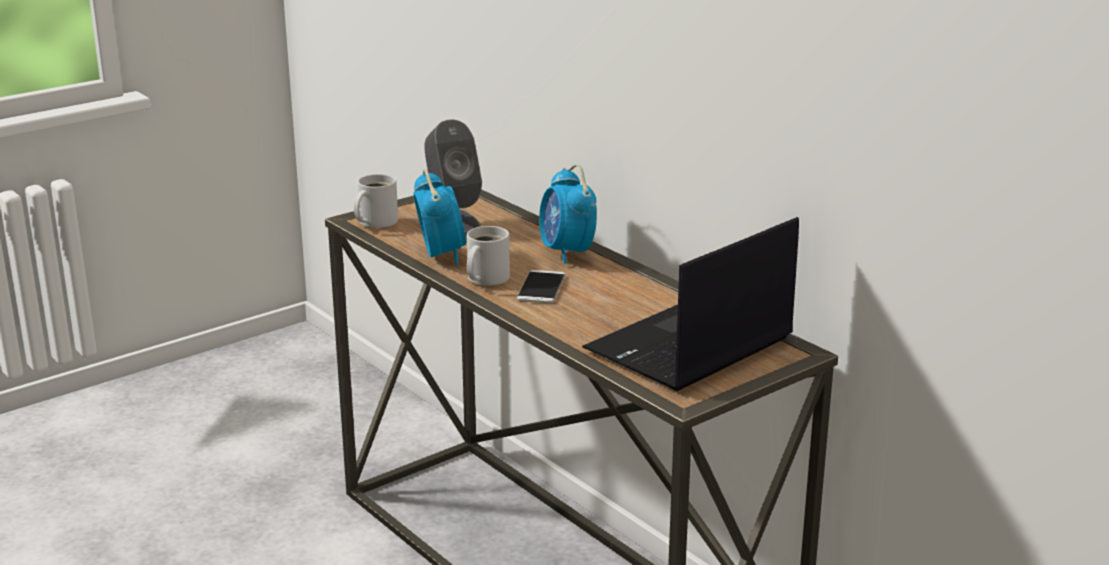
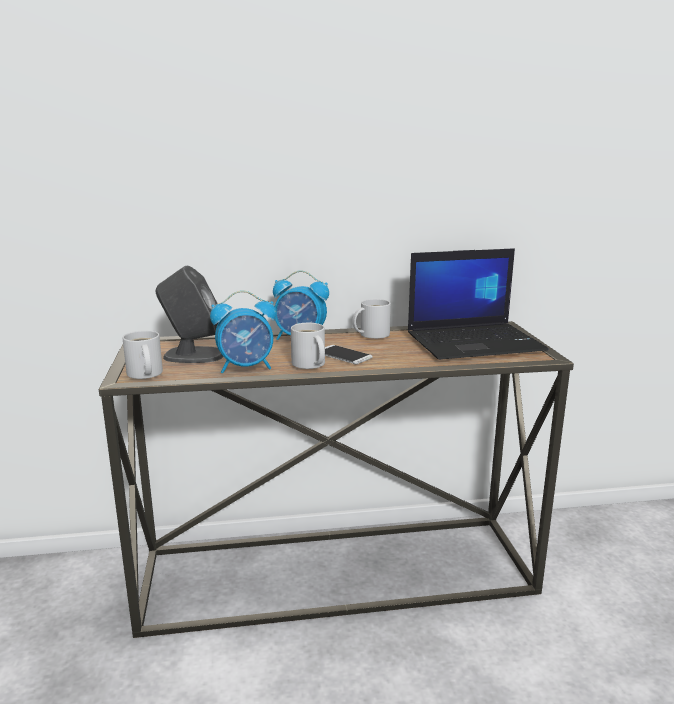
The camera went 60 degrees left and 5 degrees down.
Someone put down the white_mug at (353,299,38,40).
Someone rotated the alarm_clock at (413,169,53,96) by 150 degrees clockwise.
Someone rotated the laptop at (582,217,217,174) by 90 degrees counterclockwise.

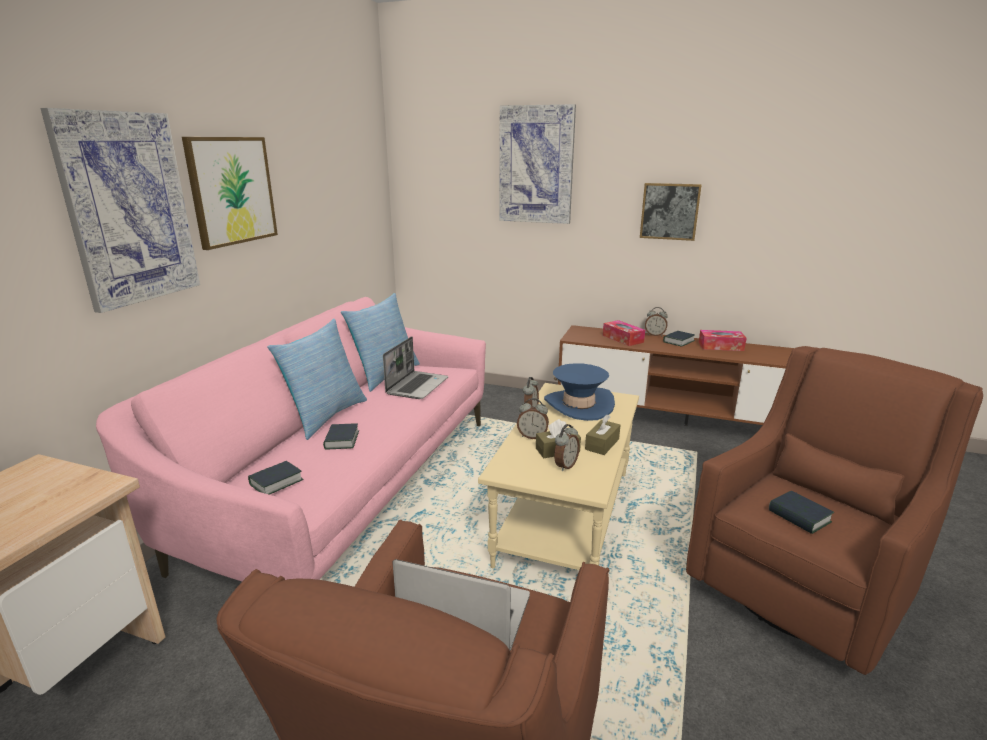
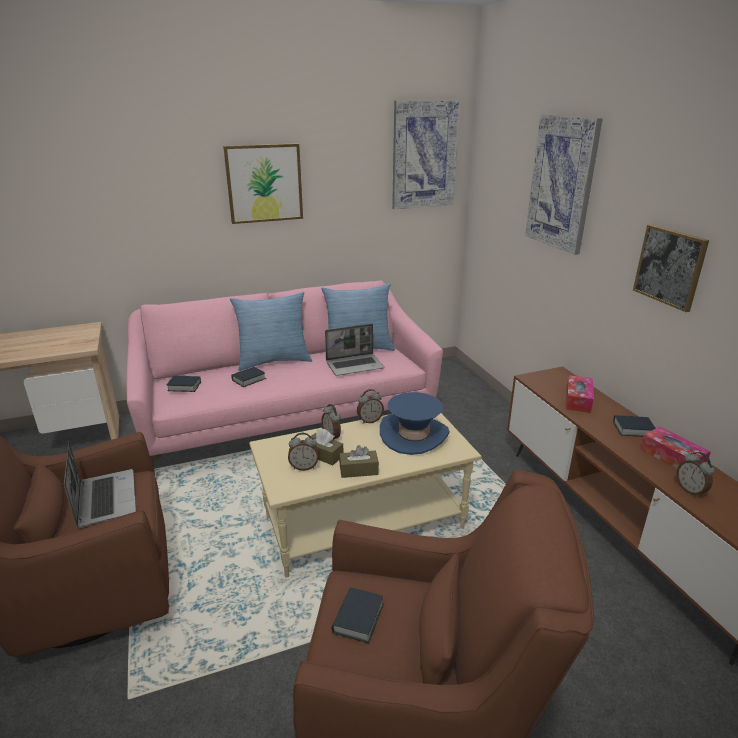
The camera went 50 degrees right and 5 degrees up.
Someone carried the picture from (40,108,160,205) to (392,100,68,109).
Someone carried the alarm_clock from (645,307,23,29) to (676,452,39,46).

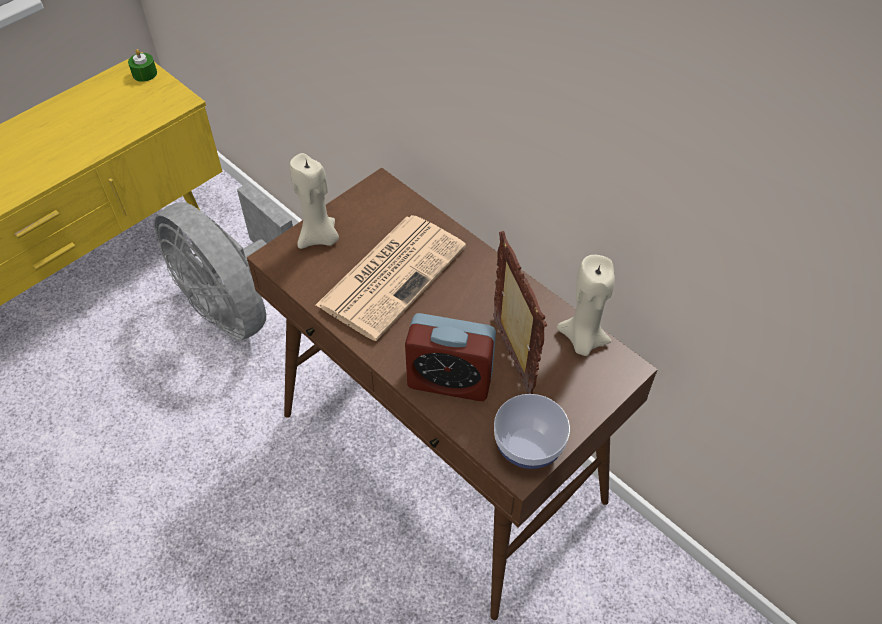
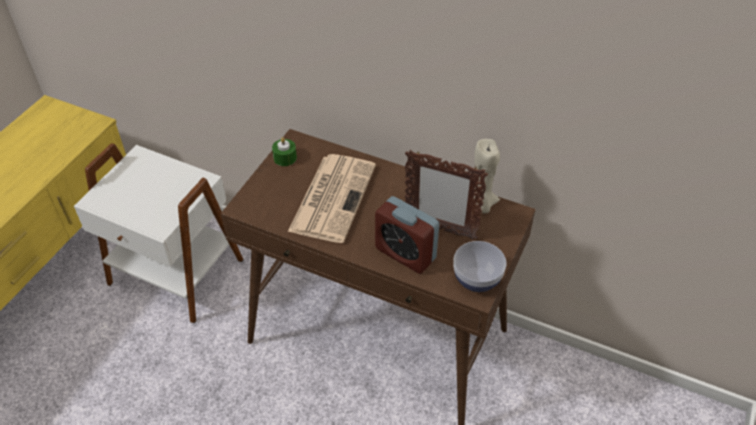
The camera went 20 degrees left and 5 degrees down.
Someone took away the beige_candle at (290,153,49,96).
Someone carried the green_candle from (128,49,29,33) to (272,137,25,29).
Someone swapped the grey_fan at (154,183,139,157) for the white_side_table at (74,143,170,180).
Someone rotated the alarm_clock at (405,313,91,88) by 45 degrees clockwise.
Someone rotated the picture_frame at (493,231,54,163) by 150 degrees clockwise.

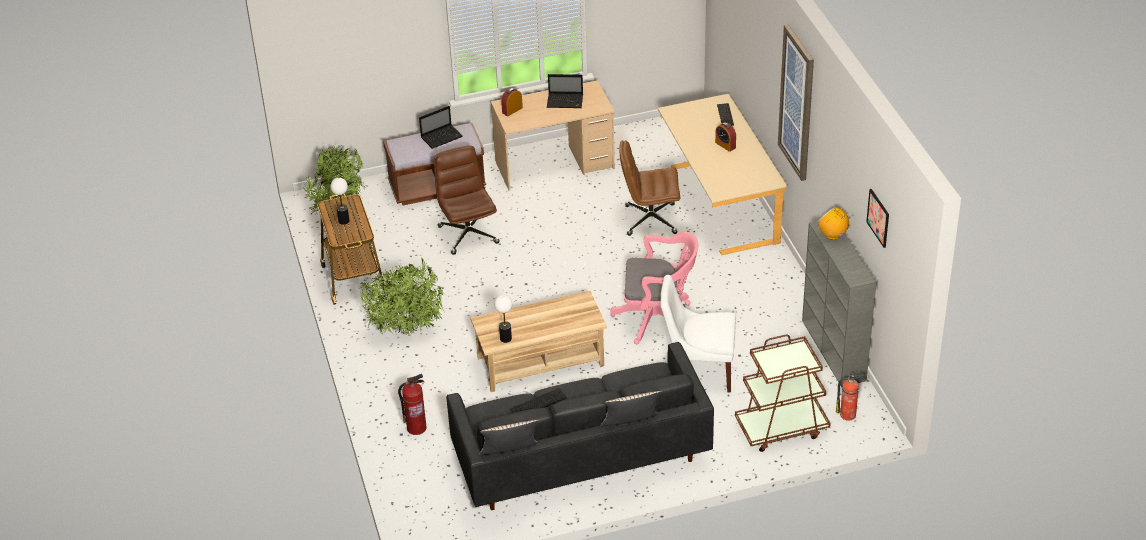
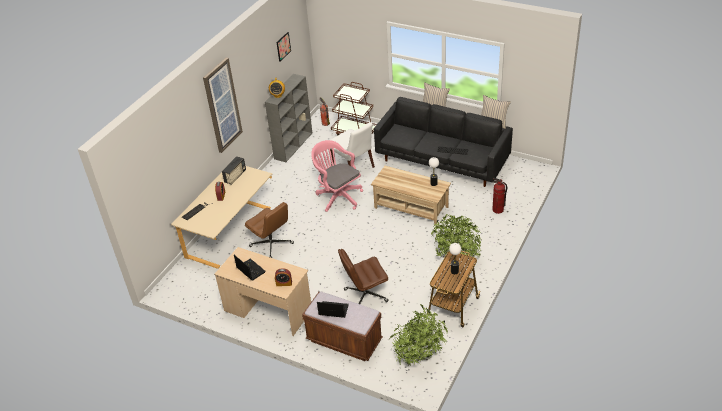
The camera went 135 degrees left and 0 degrees up.
Someone put down the radio at (222,156,24,29).
Someone rotated the brown_office_chair at (434,145,66,110) by 45 degrees clockwise.

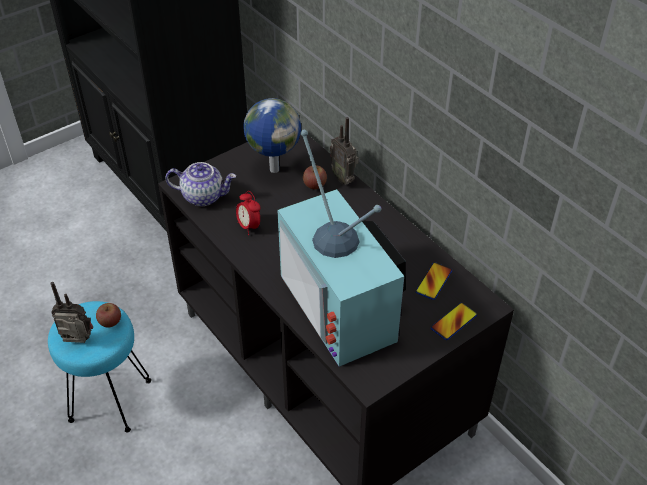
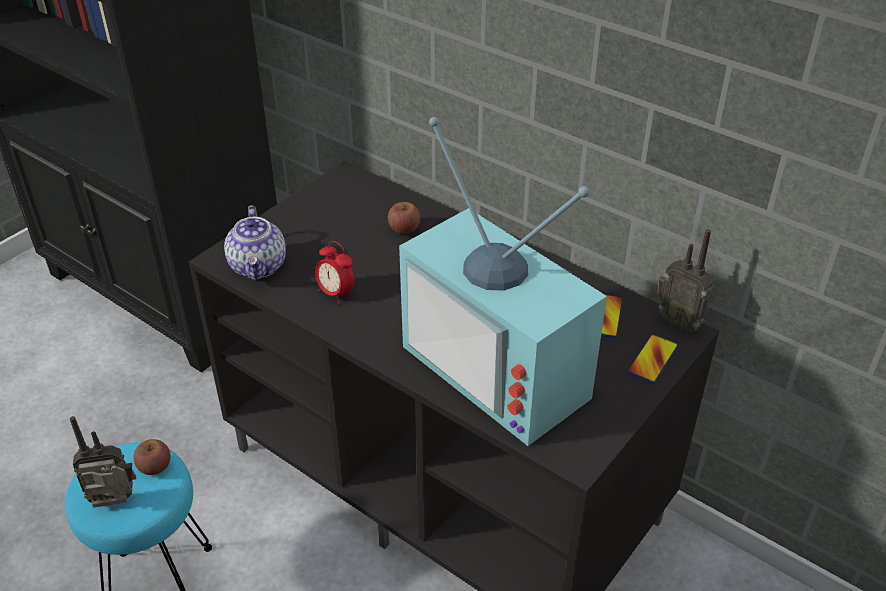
The camera went 15 degrees left and 5 degrees down.
Someone took away the globe at (243,98,58,75).
Someone carried the radio from (330,117,29,68) to (656,229,57,104).
Someone rotated the teapot at (165,162,71,44) by 90 degrees clockwise.

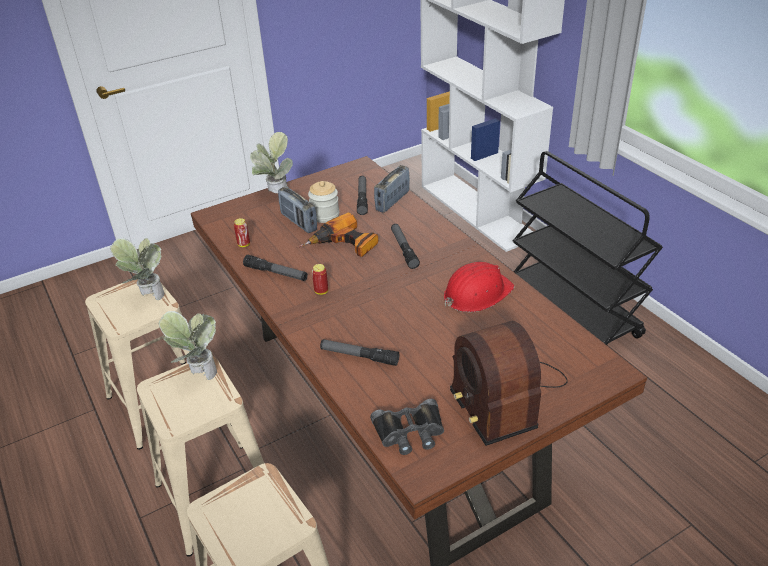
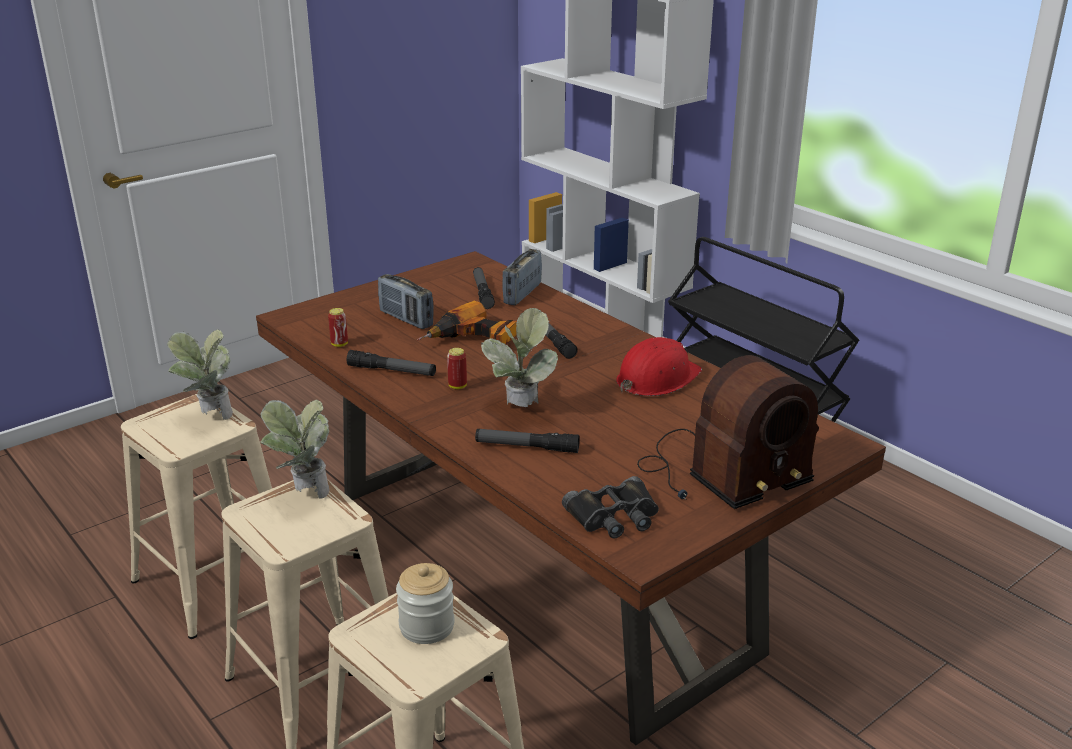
The camera went 10 degrees left and 10 degrees down.
Someone carried the potted_plant from (250,132,43,61) to (481,308,77,99).
Someone carried the jar from (308,181,31,42) to (396,563,59,81).
Someone rotated the radio at (450,321,118,125) by 90 degrees counterclockwise.

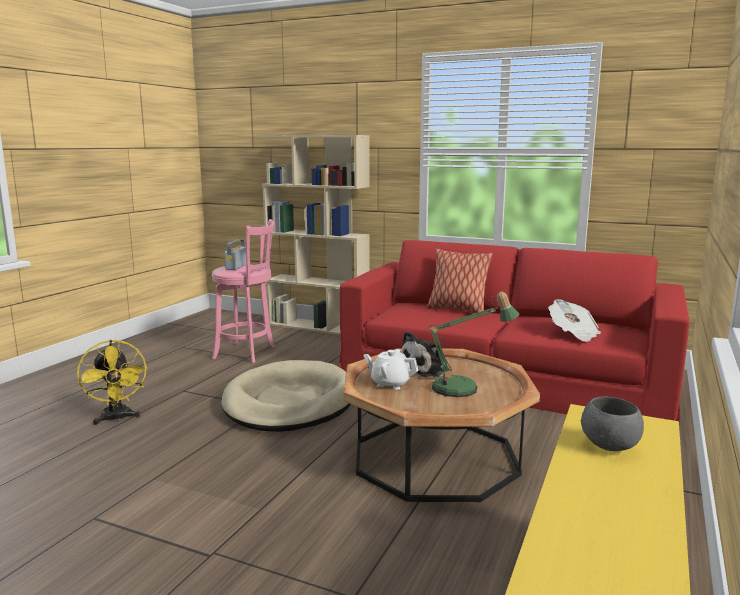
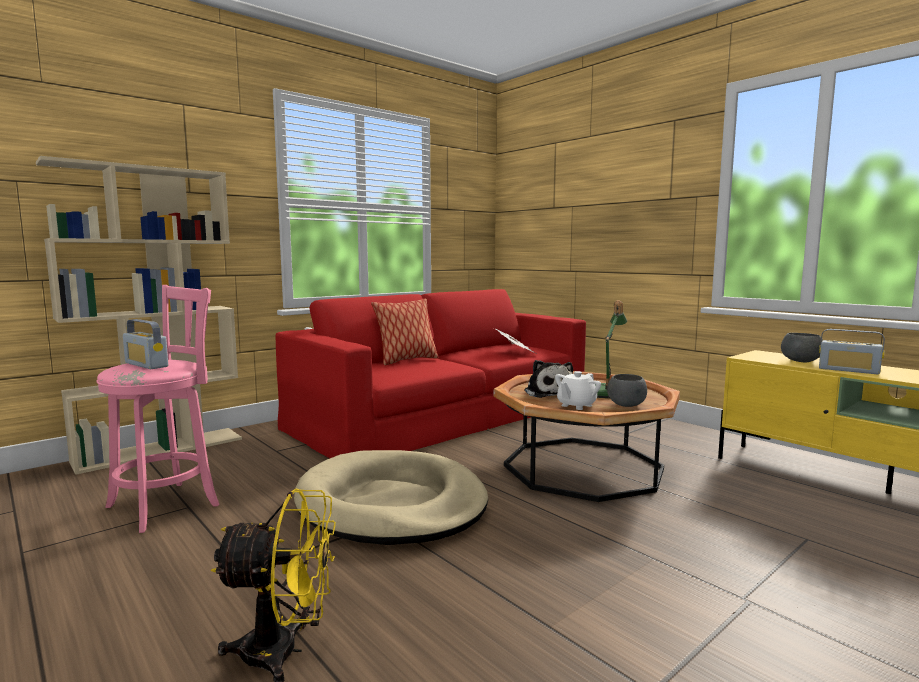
The camera went 65 degrees left and 5 degrees down.
Someone put down the grey_bowl at (607,374,40,33).
Someone put down the radio at (819,329,66,45).

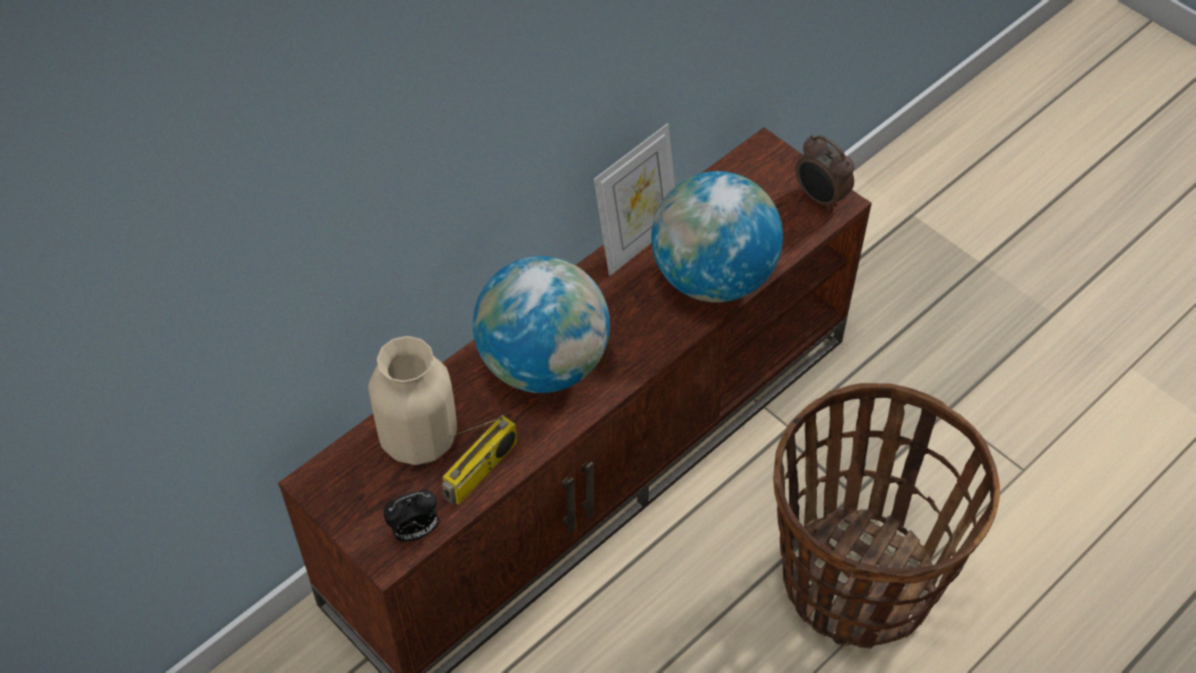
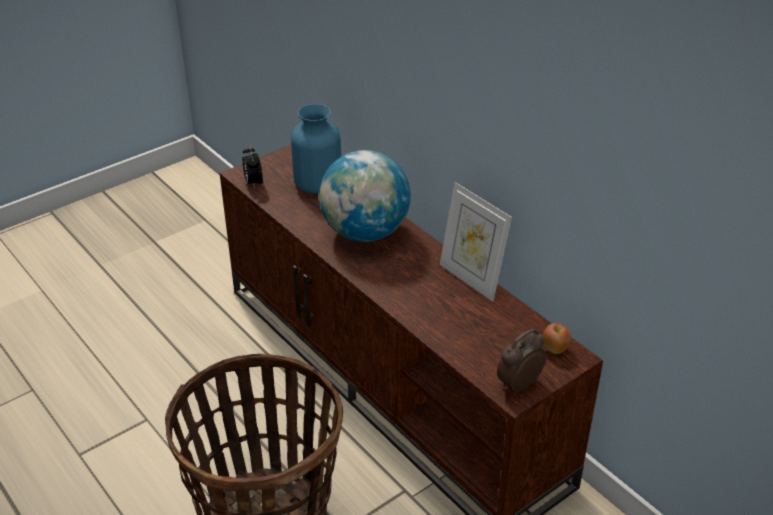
The camera went 95 degrees right and 15 degrees down.
Someone took away the radio at (442,415,75,90).
Someone took away the globe at (651,171,132,132).
Someone put down the apple at (543,323,28,31).
Someone repainted the beige_vase at (368,336,89,129), which became the blue_vase at (291,104,50,90).

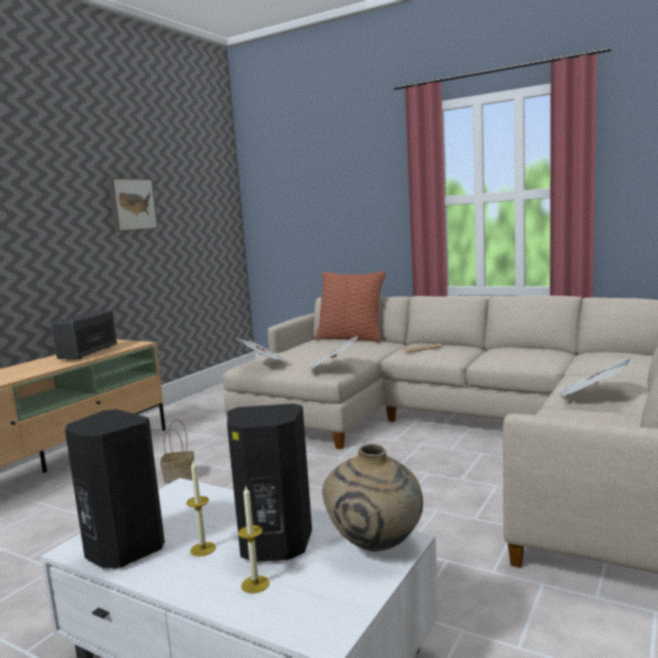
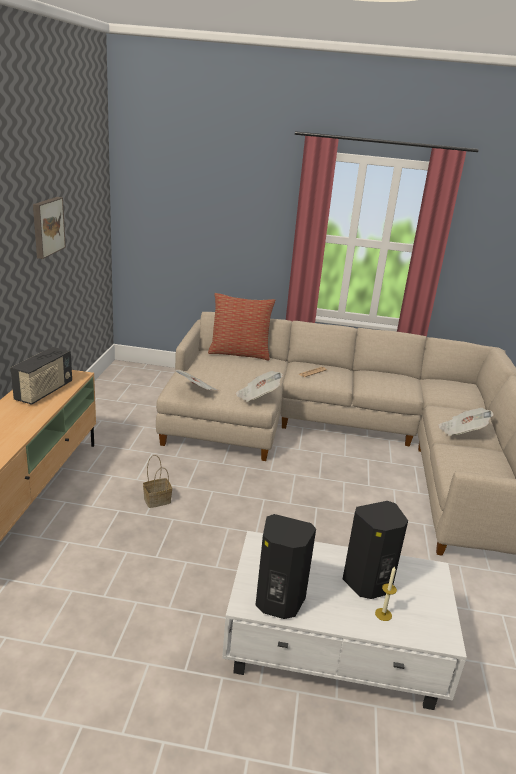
The camera went 25 degrees left and 15 degrees up.
Someone took away the candle at (187,461,29,95).
Someone took away the beige_vase at (323,444,100,108).
Someone rotated the radio at (52,310,65,49) by 150 degrees counterclockwise.

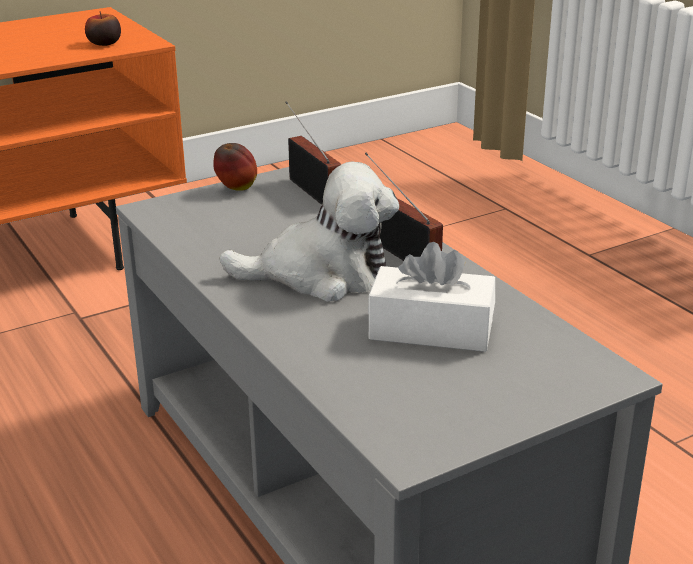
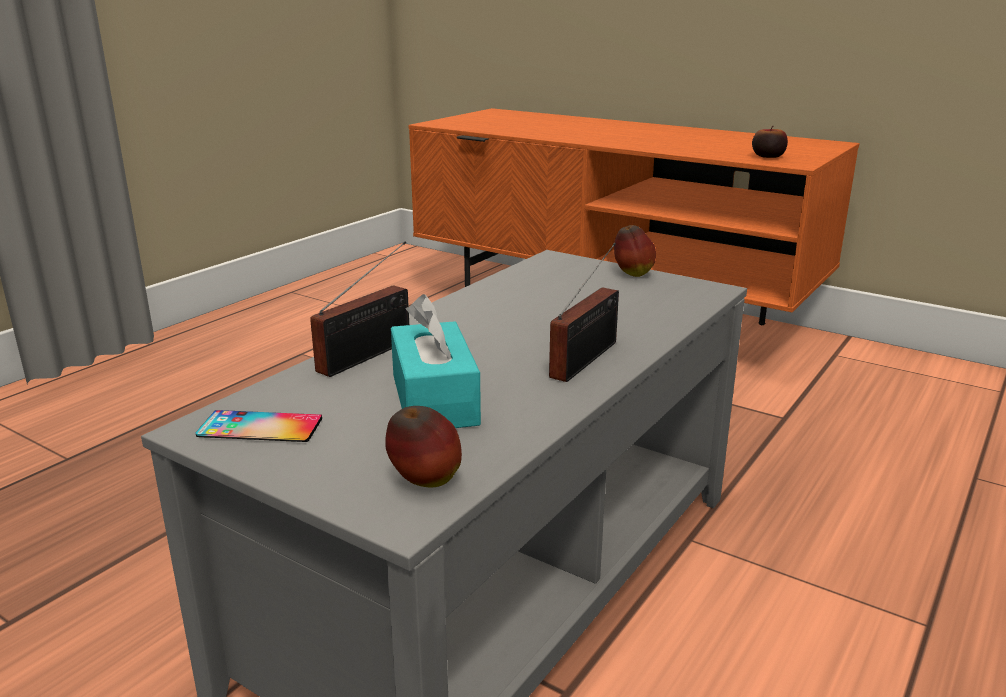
The camera went 65 degrees right and 5 degrees down.
Someone took away the plush_toy at (219,162,180,140).
Someone put down the phone at (196,410,126,32).
Someone put down the apple at (385,406,77,81).
Someone carried the radio from (285,101,56,104) to (310,241,99,136).
Someone repainted the white_tissue_box at (368,242,127,110), which became the turquoise_tissue_box at (391,294,90,134).

